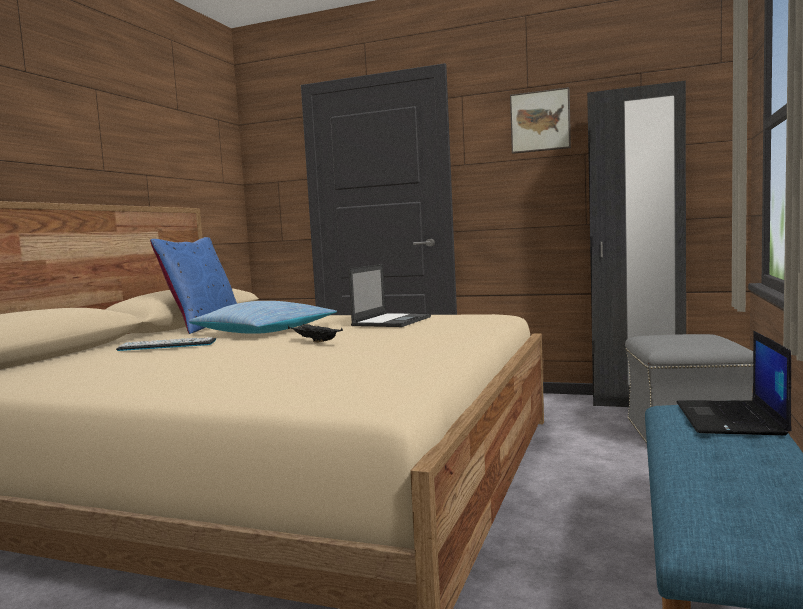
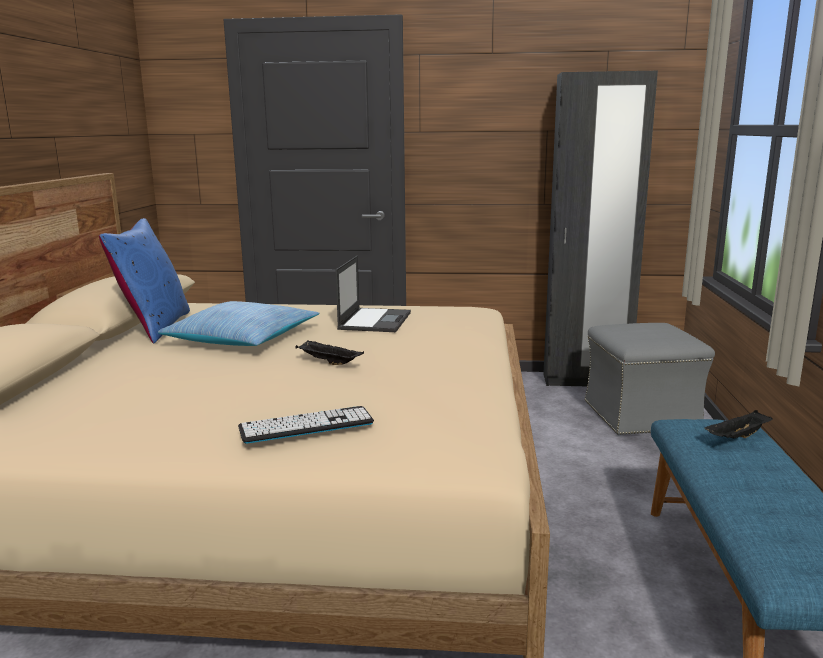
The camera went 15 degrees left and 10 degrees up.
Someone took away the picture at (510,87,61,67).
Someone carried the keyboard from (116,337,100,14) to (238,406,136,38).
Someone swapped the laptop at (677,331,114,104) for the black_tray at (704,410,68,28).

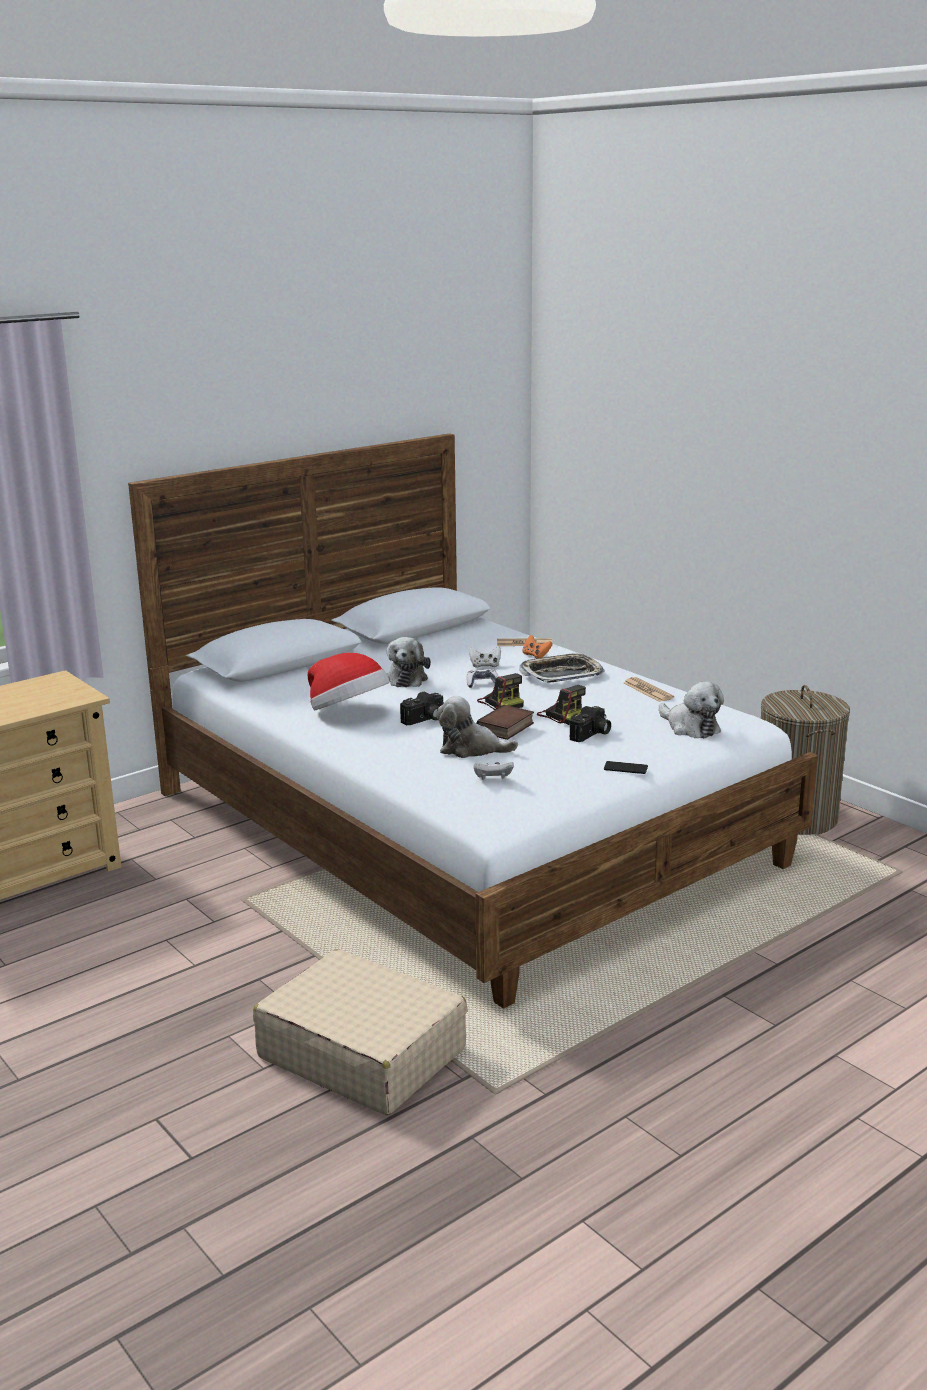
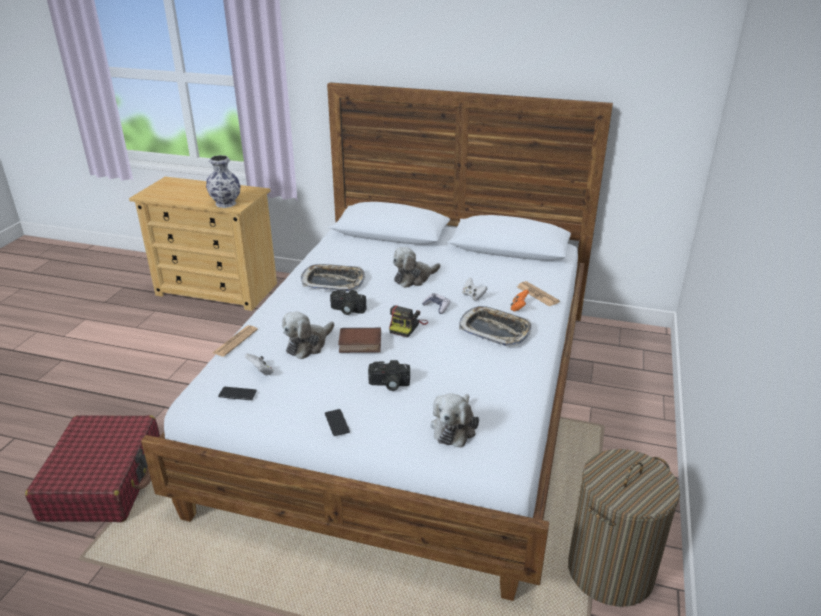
The camera went 55 degrees right and 10 degrees up.
Someone took away the photo_camera at (537,685,49,40).
Someone put down the vase at (206,155,35,53).
Someone put down the phone at (218,387,39,13).
Someone carried the newspaper from (624,677,50,25) to (213,325,45,32).
Someone swapped the hat at (307,653,83,57) for the tray at (301,264,64,27).
Someone repainted the beige_suitcase at (253,949,214,166), which became the red_suitcase at (25,415,135,107).
Someone rotated the plush_toy at (436,696,82,62) by 120 degrees counterclockwise.

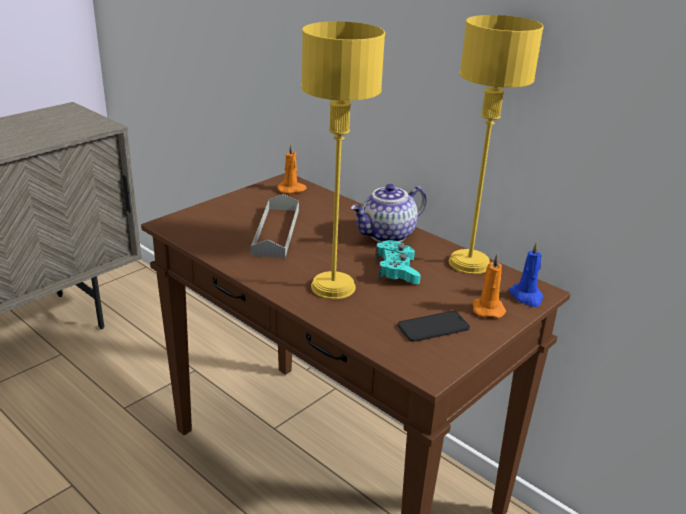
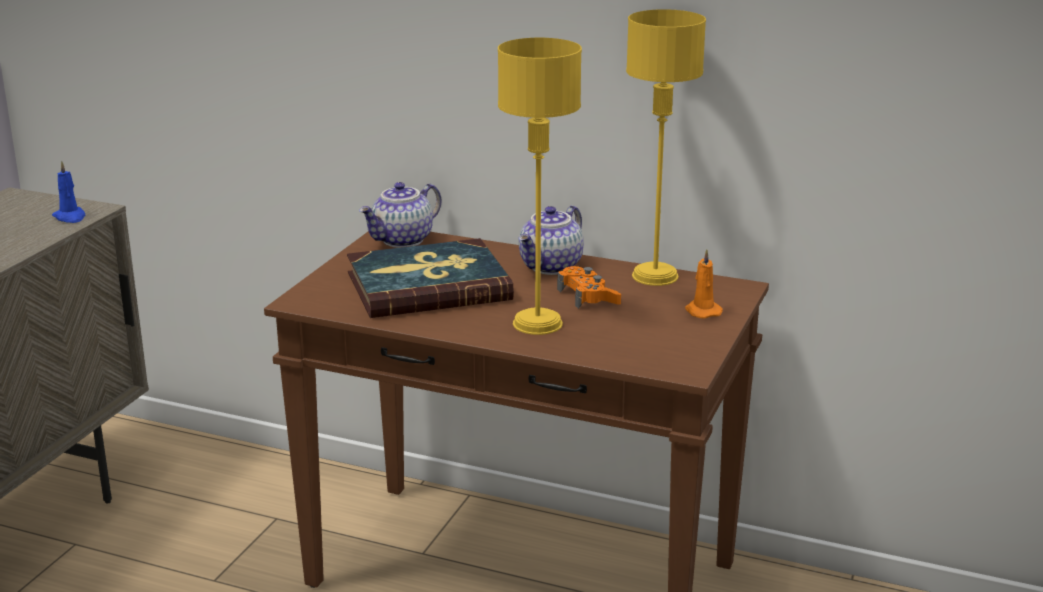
The camera went 20 degrees left and 5 degrees down.
Someone took away the phone at (398,311,72,31).
Someone carried the blue_candle from (509,241,34,66) to (52,161,33,62).
Someone swapped the grey_tray at (251,194,48,65) for the book at (347,238,167,80).
Someone swapped the orange_candle at (277,144,30,49) for the teapot at (359,182,82,66).
Someone repainted the turquoise_game_controller at (375,240,46,44), which became the orange_game_controller at (557,266,64,43).

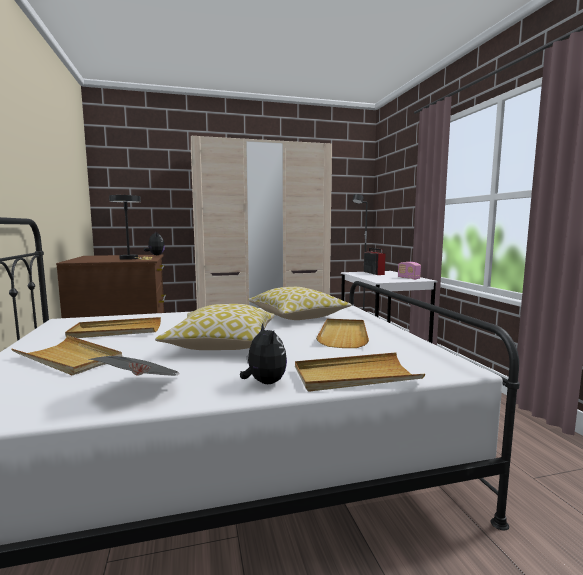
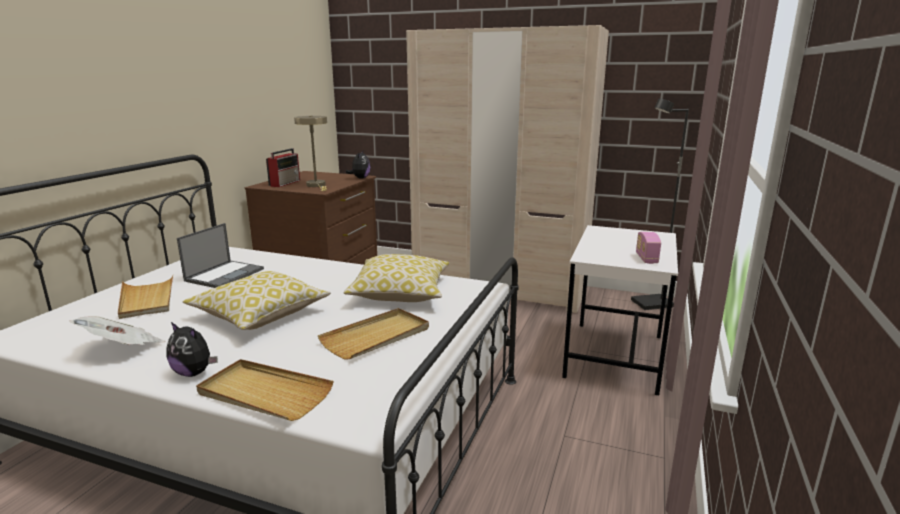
The camera went 35 degrees right and 10 degrees up.
Someone carried the radio from (364,248,21,27) to (266,148,34,39).
Someone swapped the beige_tray at (65,317,96,21) for the laptop at (177,223,87,65).
Someone repainted the black_table_lamp at (109,195,43,65), which became the beige_table_lamp at (294,116,33,75).
Someone rotated the plush_toy at (240,323,47,61) by 105 degrees clockwise.

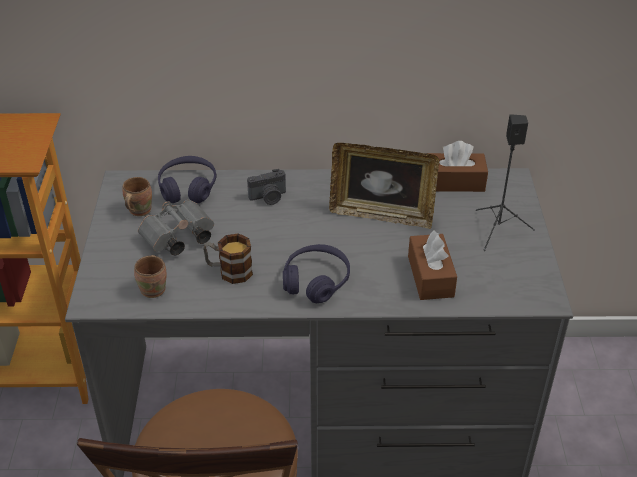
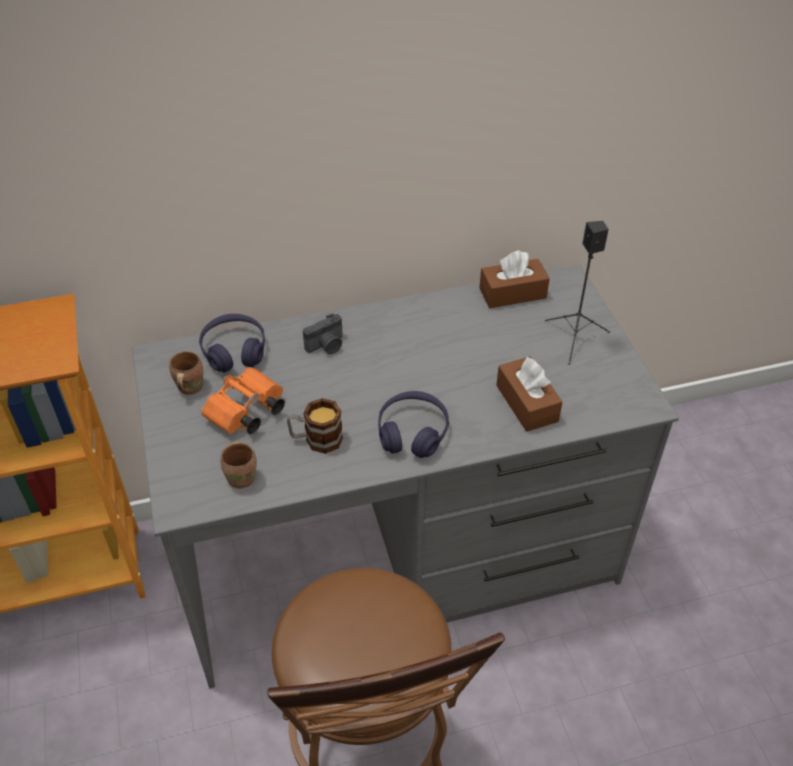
The camera went 15 degrees left and 5 degrees up.
Someone took away the picture_frame at (329,143,110,86).
Someone repainted the grey_binoculars at (138,200,76,55), which became the orange_binoculars at (201,367,84,67).

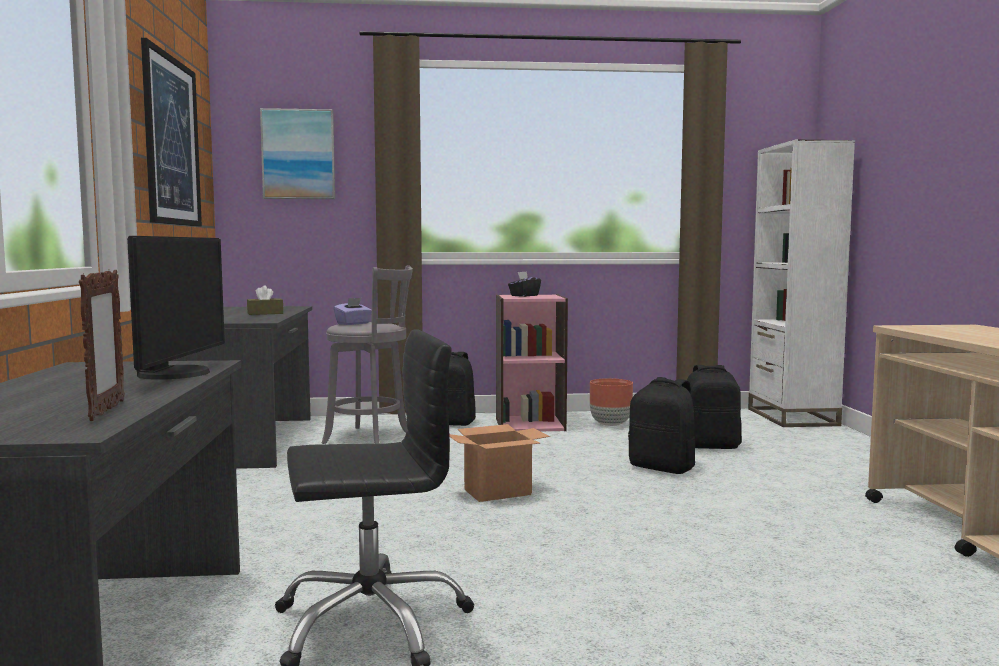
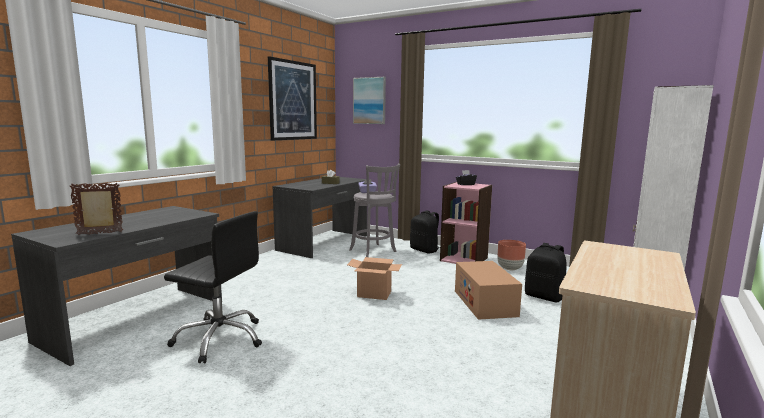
The camera went 35 degrees right and 5 degrees up.
Someone took away the monitor at (127,236,98,144).
Someone swapped the black_backpack at (628,377,67,97) for the cardboard_box at (455,261,67,59).
Someone rotated the picture_frame at (79,270,46,151) by 135 degrees counterclockwise.

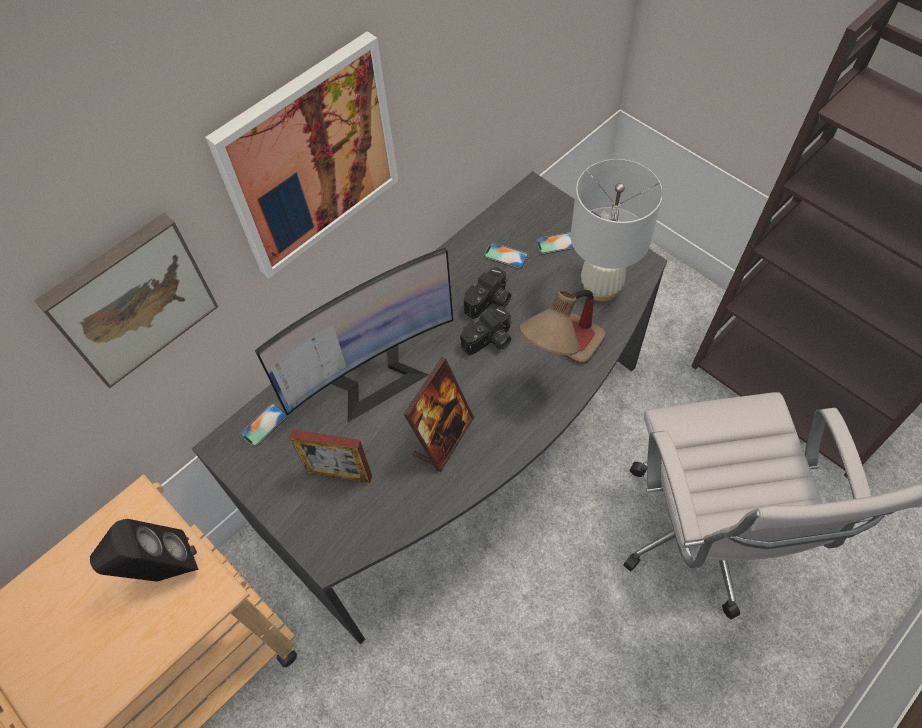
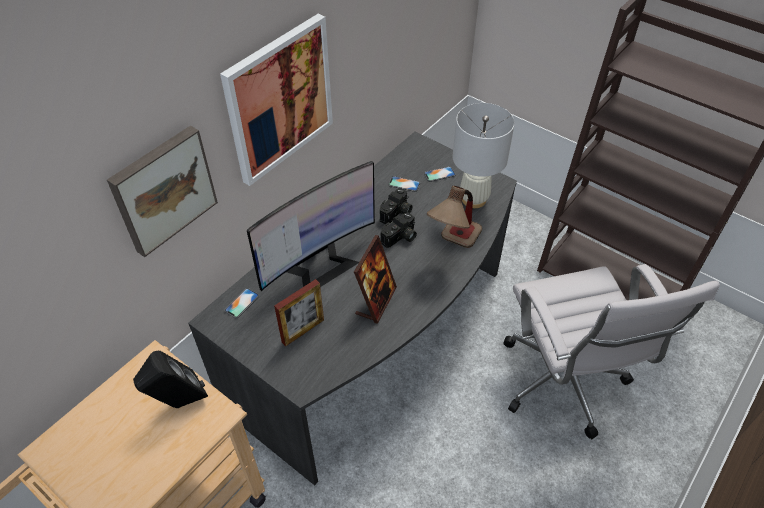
The camera went 10 degrees left and 10 degrees down.
Someone rotated the picture_frame at (290,429,82,54) by 45 degrees counterclockwise.

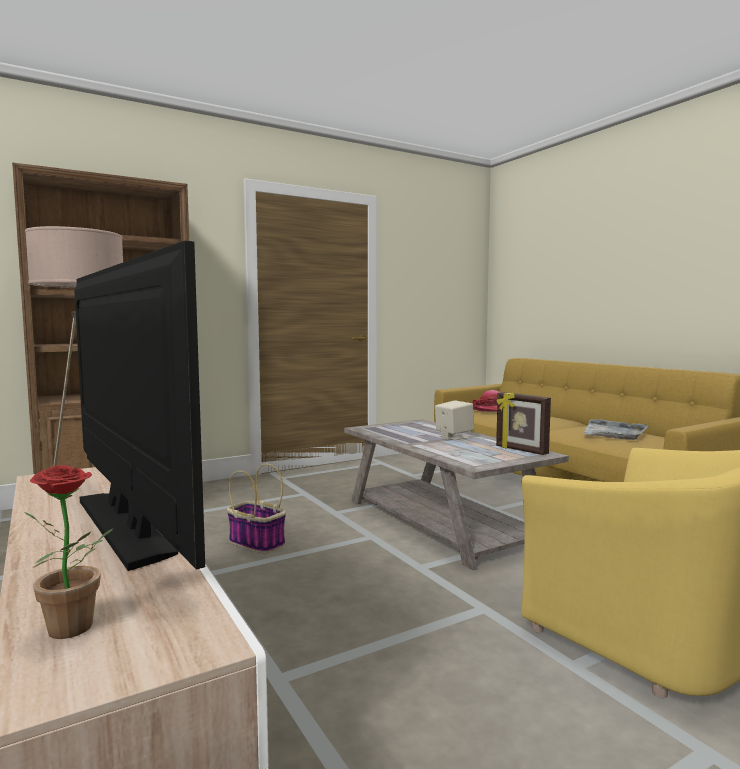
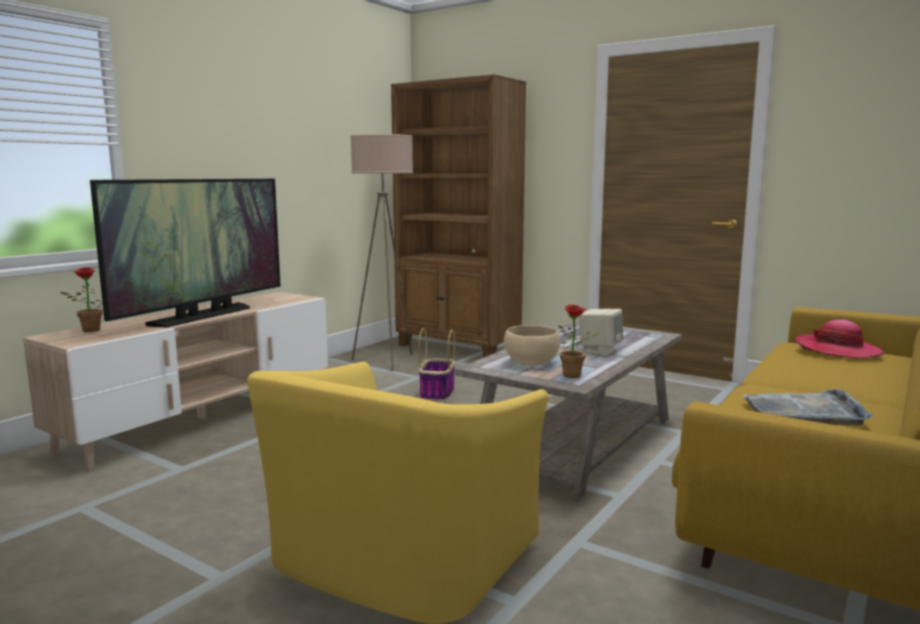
The camera went 65 degrees right and 5 degrees up.
Someone put down the beige_bowl at (504,325,56,41).
Someone swapped the picture_frame at (496,392,55,63) for the potted_plant at (558,305,42,73).

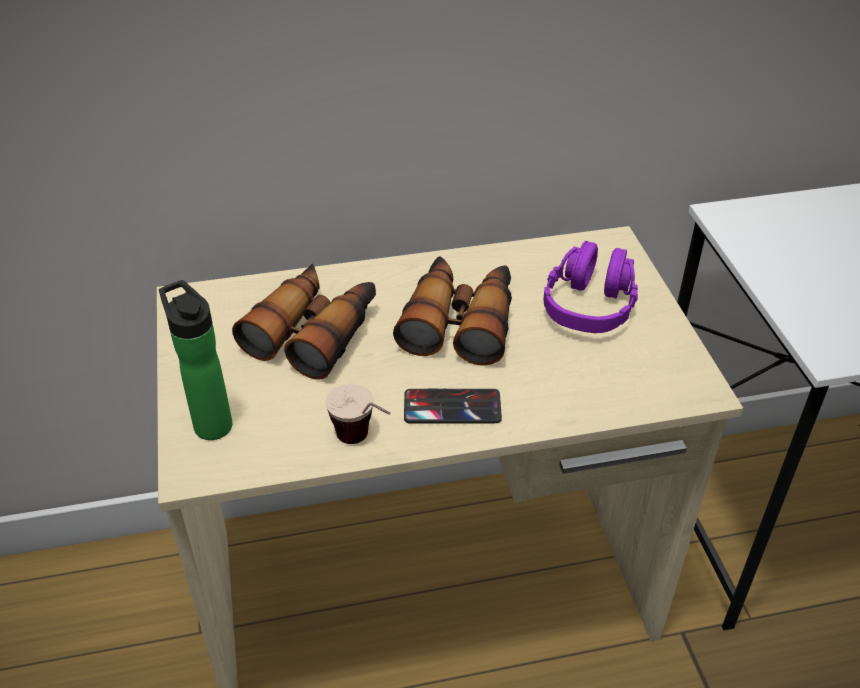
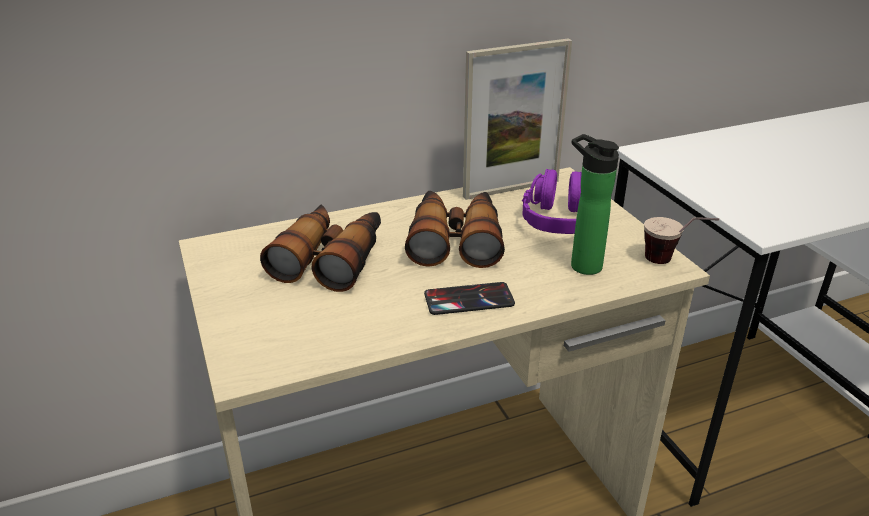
The camera went 10 degrees left and 10 degrees down.
Someone put down the picture_frame at (463,38,109,162).
Someone carried the bottle from (159,280,73,160) to (571,134,48,141).
Someone carried the cup from (325,384,65,60) to (644,217,75,47).

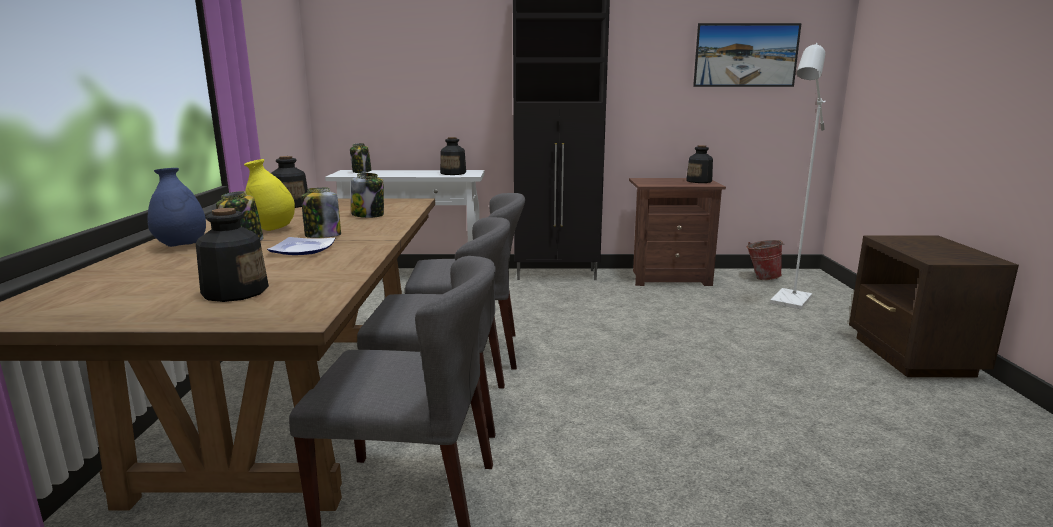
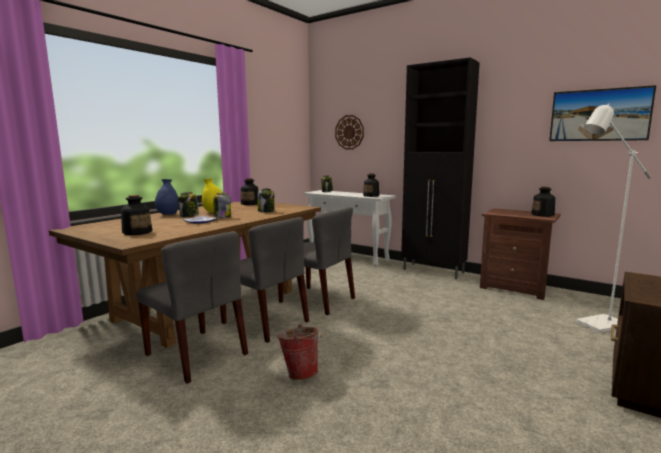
The camera went 35 degrees right and 5 degrees down.
Someone put up the wall_clock at (335,115,29,34).
Someone carried the bucket from (747,240,36,40) to (277,325,45,55).

